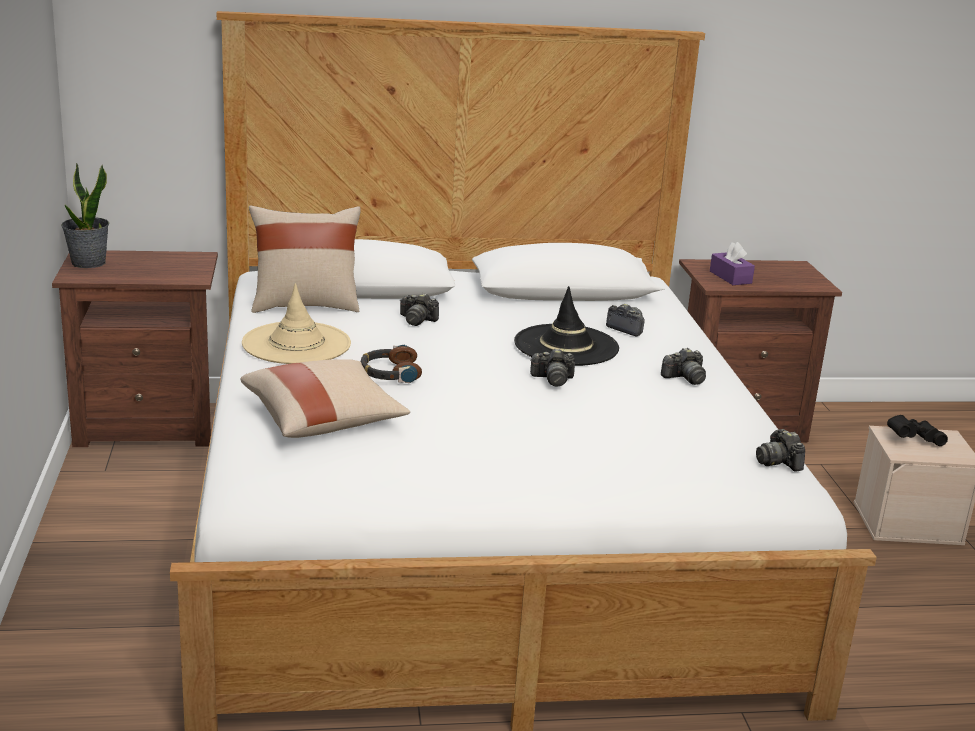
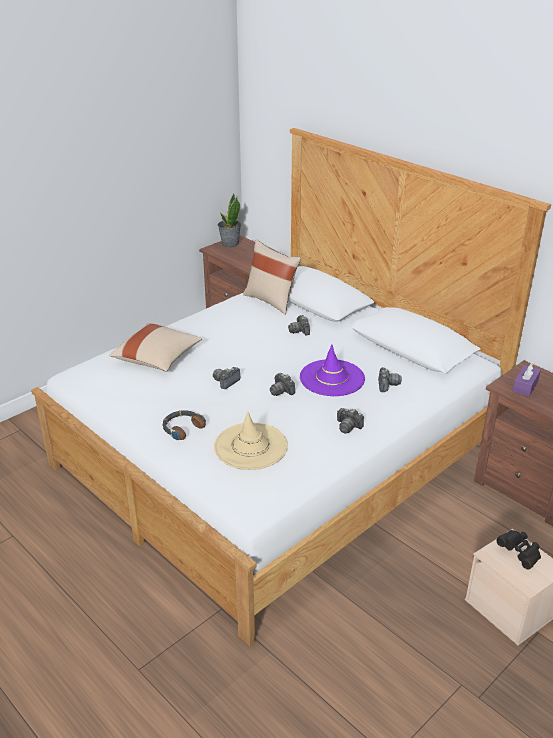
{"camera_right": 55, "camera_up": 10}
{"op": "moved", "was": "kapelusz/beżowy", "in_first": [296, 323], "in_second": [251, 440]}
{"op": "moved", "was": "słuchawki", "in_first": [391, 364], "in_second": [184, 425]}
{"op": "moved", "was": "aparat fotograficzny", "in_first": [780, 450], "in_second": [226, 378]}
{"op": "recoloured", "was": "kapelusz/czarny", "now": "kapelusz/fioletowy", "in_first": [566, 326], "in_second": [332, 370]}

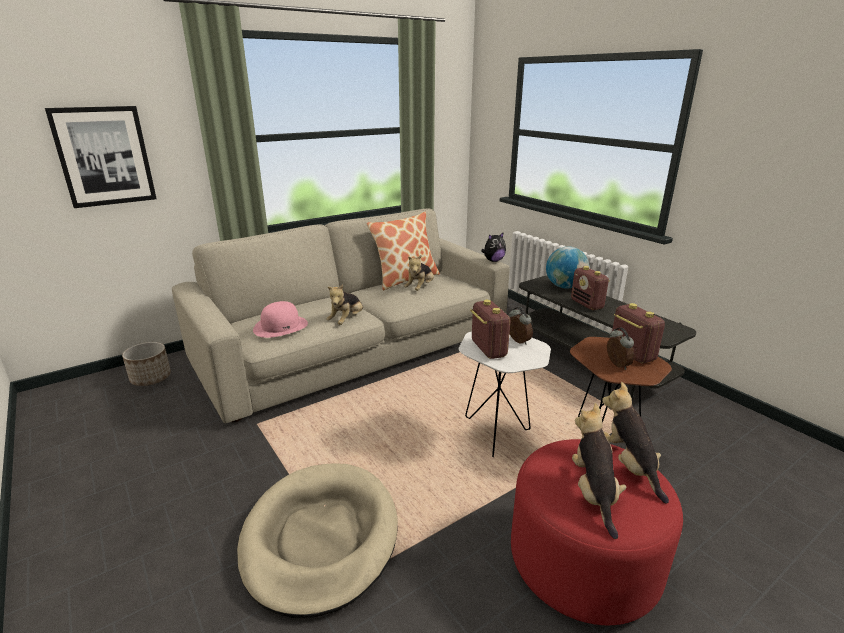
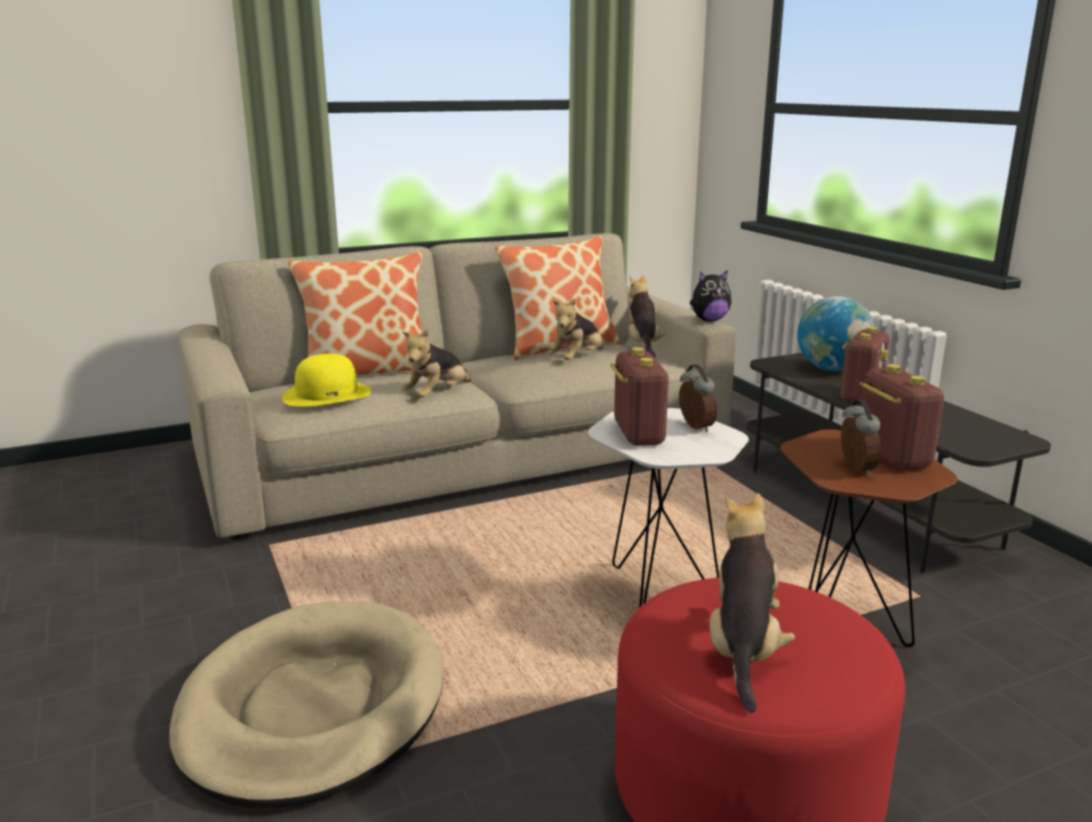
{"camera_right": 10, "camera_up": -5}
{"op": "removed", "was": "obraz", "in_first": [101, 157]}
{"op": "removed", "was": "donica", "in_first": [146, 364]}
{"op": "added", "now": "poduszka", "in_second": [355, 313]}
{"op": "moved", "was": "pluszak", "in_first": [635, 443], "in_second": [646, 317]}
{"op": "recoloured", "was": "kapelusz/różowy", "now": "kapelusz/żółty", "in_first": [280, 319], "in_second": [326, 380]}
{"op": "turned", "was": "radio", "in_first": [590, 288], "in_second": [864, 365], "clockwise": -135}

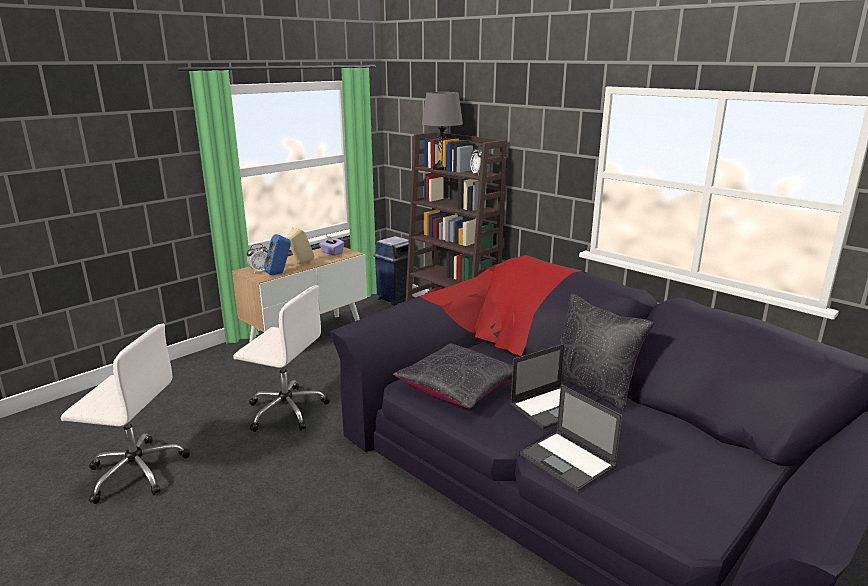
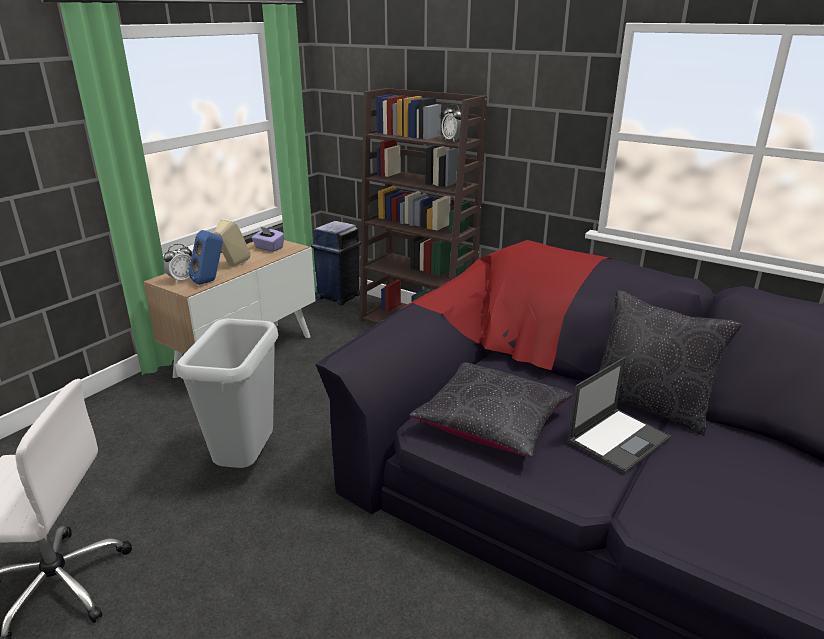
{"camera_right": -10, "camera_up": 5}
{"op": "removed", "was": "lampa stołowa/szary", "in_first": [442, 131]}
{"op": "removed", "was": "laptop", "in_first": [571, 438]}
{"op": "replaced", "was": "krzesło biurowe/biały", "now": "kosz na śmieci/szary", "in_first": [282, 358], "in_second": [226, 393]}

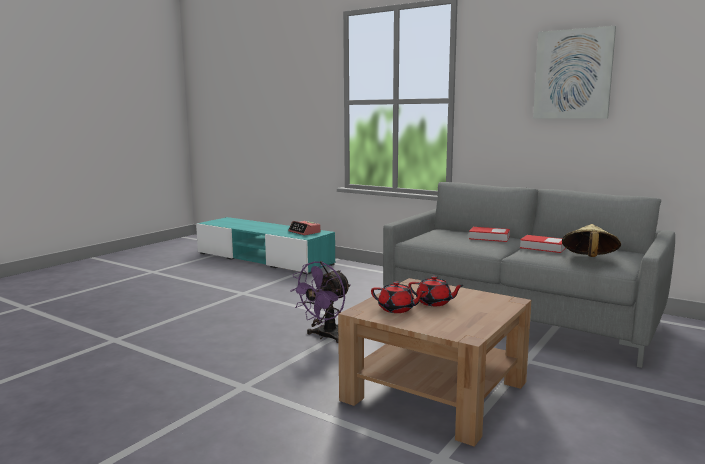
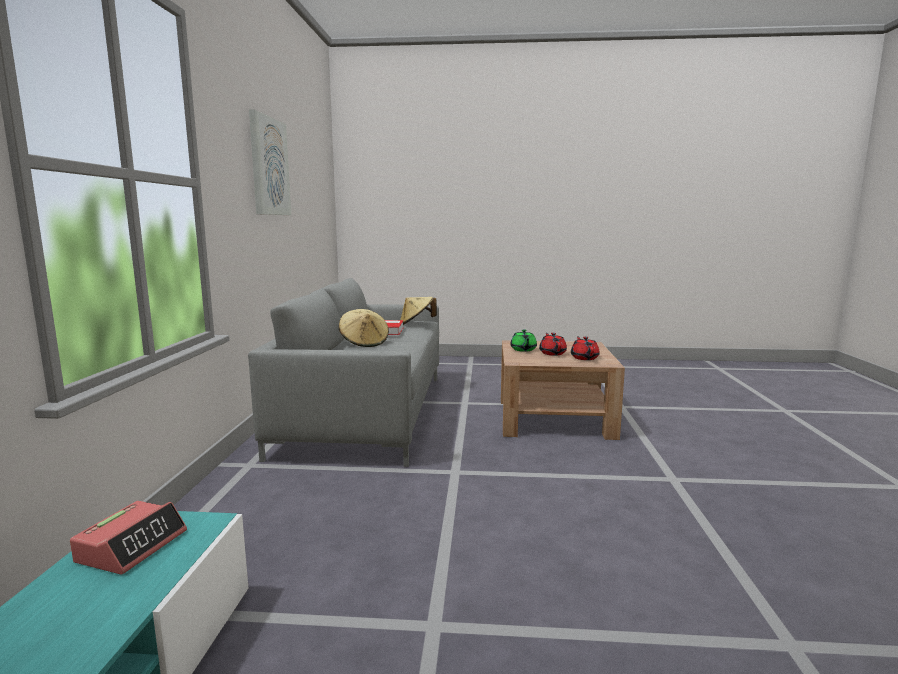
{"camera_right": -120, "camera_up": 0}
{"op": "removed", "was": "wentylator/fioletowy", "in_first": [320, 302]}
{"op": "added", "now": "imbryk/zielony", "in_second": [523, 340]}
{"op": "replaced", "was": "książka", "now": "kapelusz/beżowy", "in_first": [489, 234], "in_second": [364, 328]}

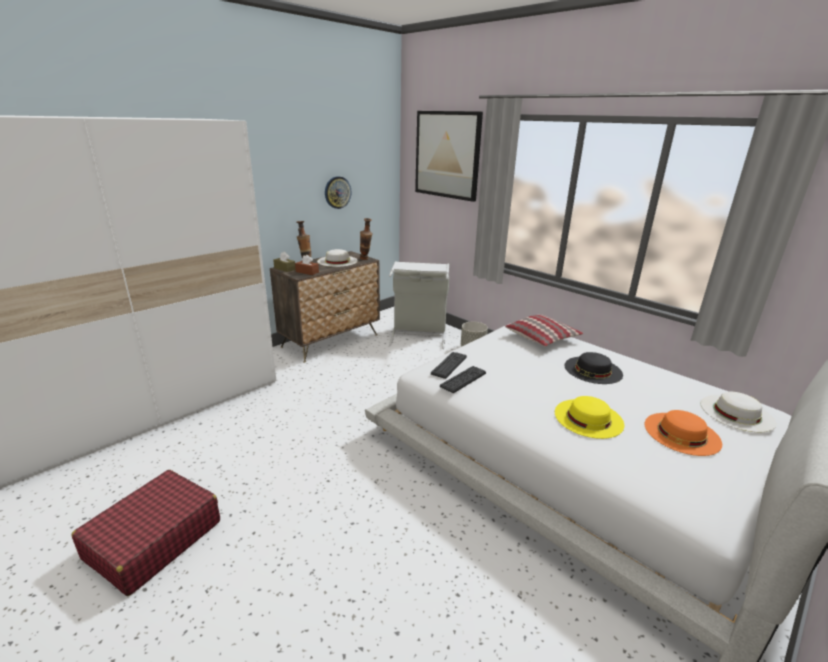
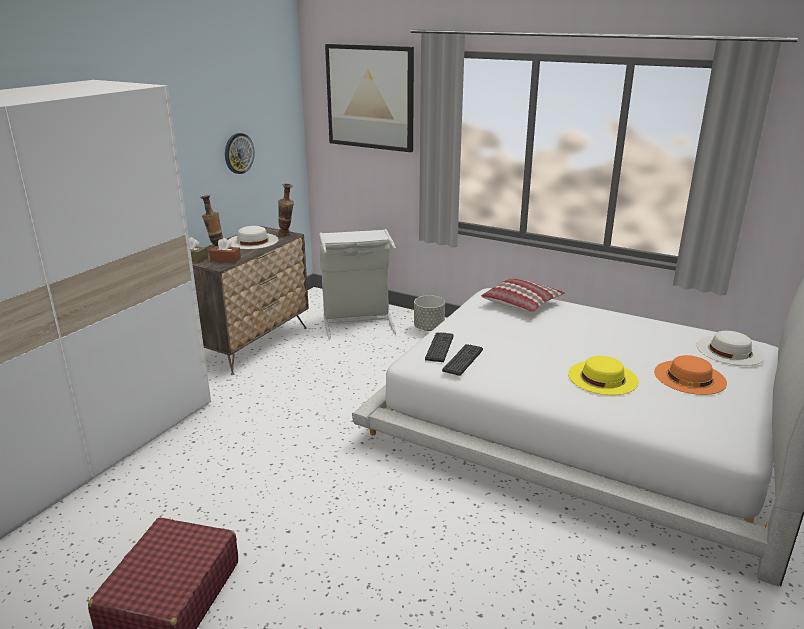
{"camera_right": -15, "camera_up": 0}
{"op": "removed", "was": "kapelusz/czarny", "in_first": [593, 368]}

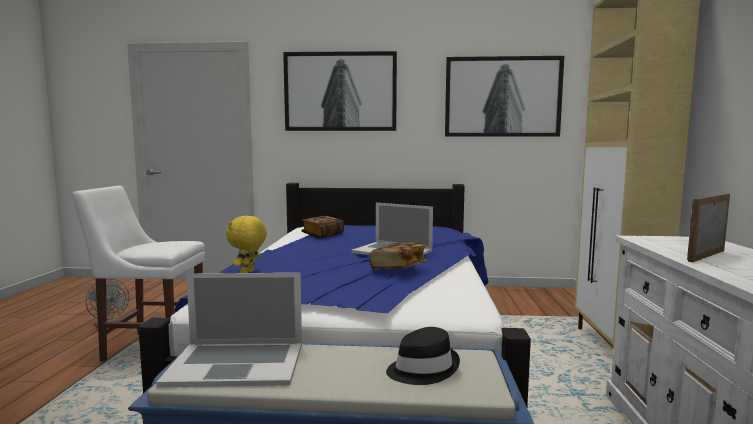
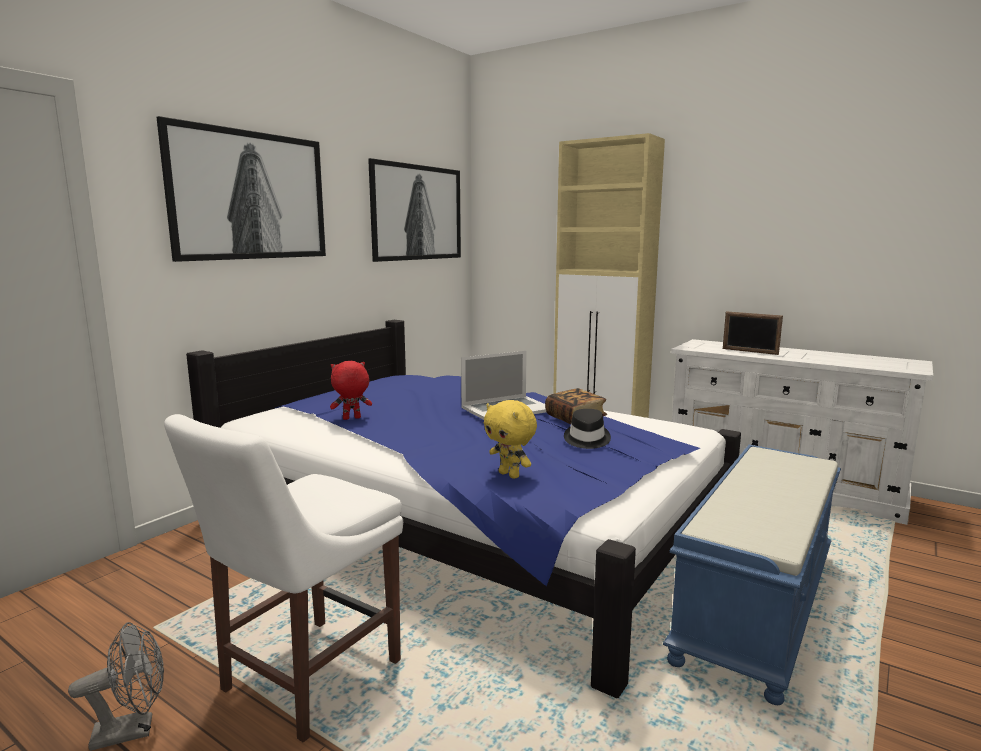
{"camera_right": -60, "camera_up": 5}
{"op": "removed", "was": "laptop", "in_first": [229, 330]}
{"op": "moved", "was": "kapelusz/czarny", "in_first": [423, 356], "in_second": [587, 429]}
{"op": "replaced", "was": "książka", "now": "pluszak/czerwony", "in_first": [322, 227], "in_second": [351, 390]}
{"op": "turned", "was": "ramka na zdjęcie", "in_first": [708, 228], "in_second": [753, 333], "clockwise": -45}

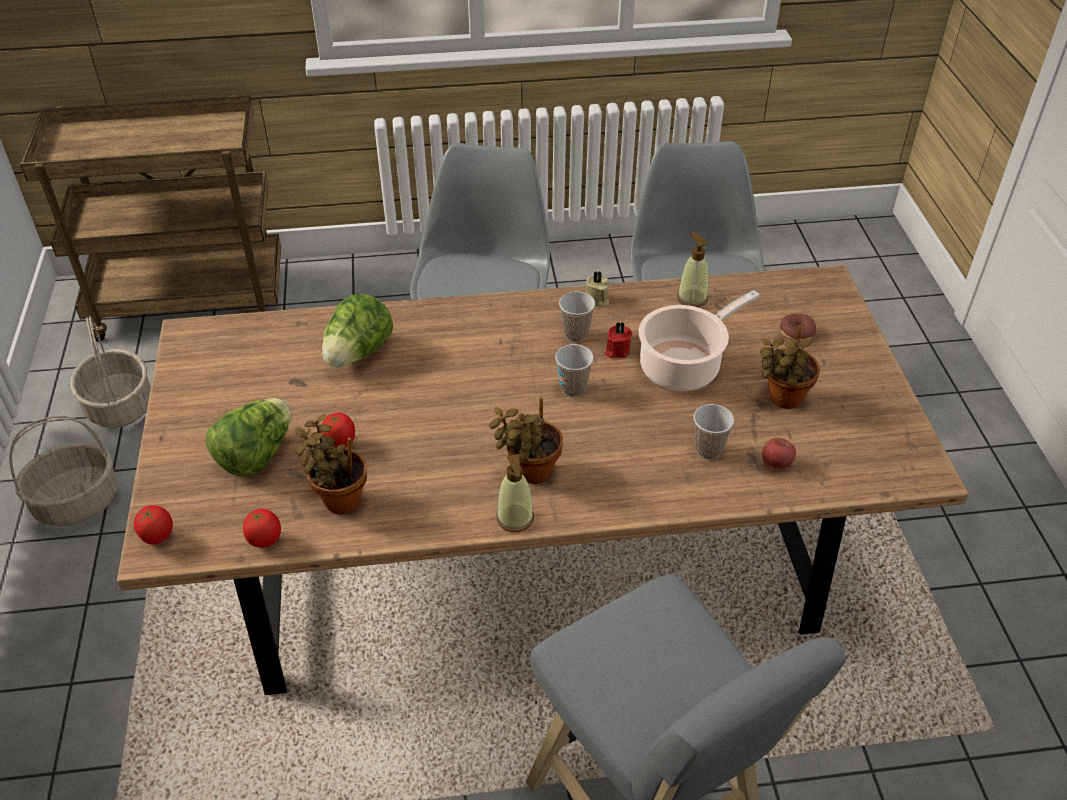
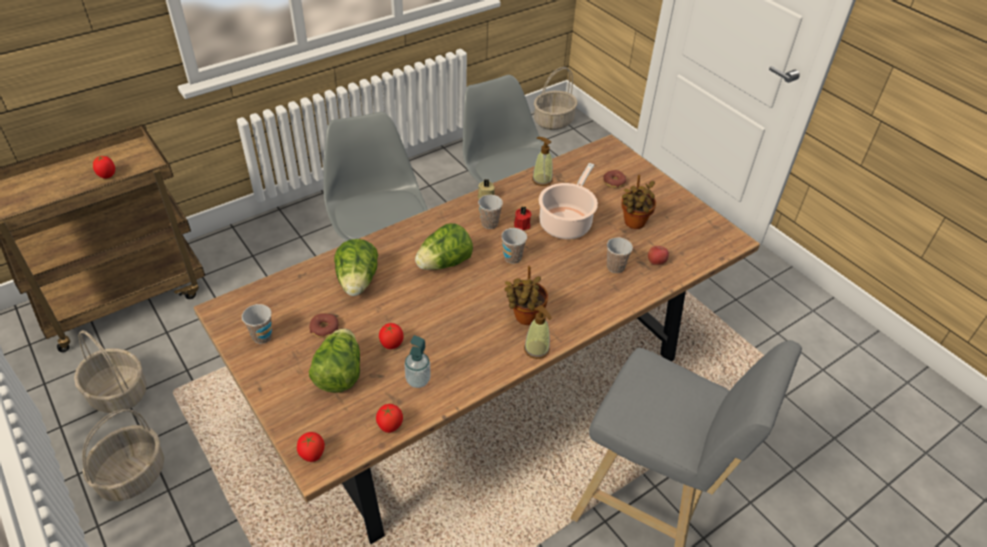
{"camera_right": -30, "camera_up": 0}
{"op": "added", "now": "pomidor", "in_second": [104, 167]}
{"op": "added", "now": "filiżanka", "in_second": [257, 324]}
{"op": "added", "now": "donut", "in_second": [324, 325]}
{"op": "added", "now": "sałata", "in_second": [444, 246]}
{"op": "added", "now": "koszyk", "in_second": [556, 98]}
{"op": "replaced", "was": "roślina doniczkowa", "now": "dozownik mydła", "in_first": [330, 464], "in_second": [417, 361]}

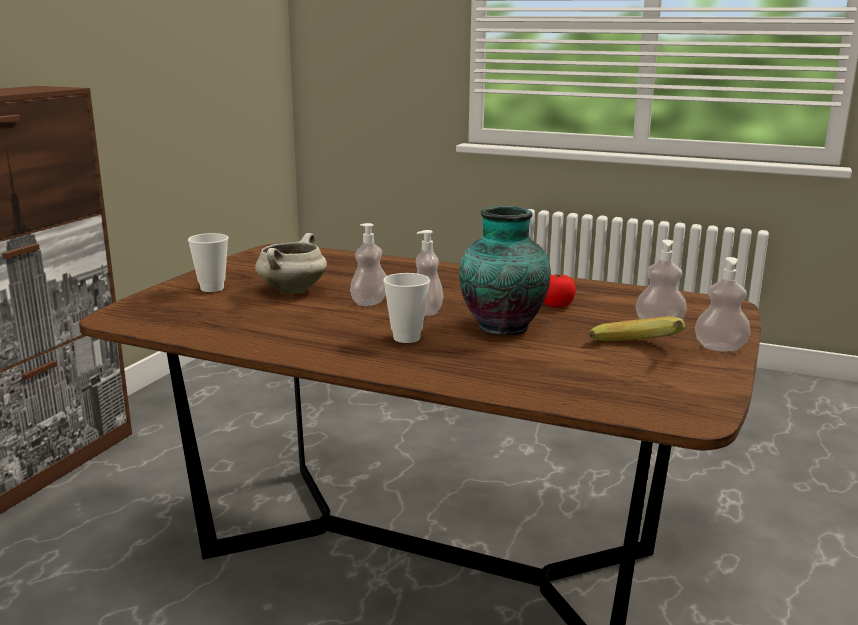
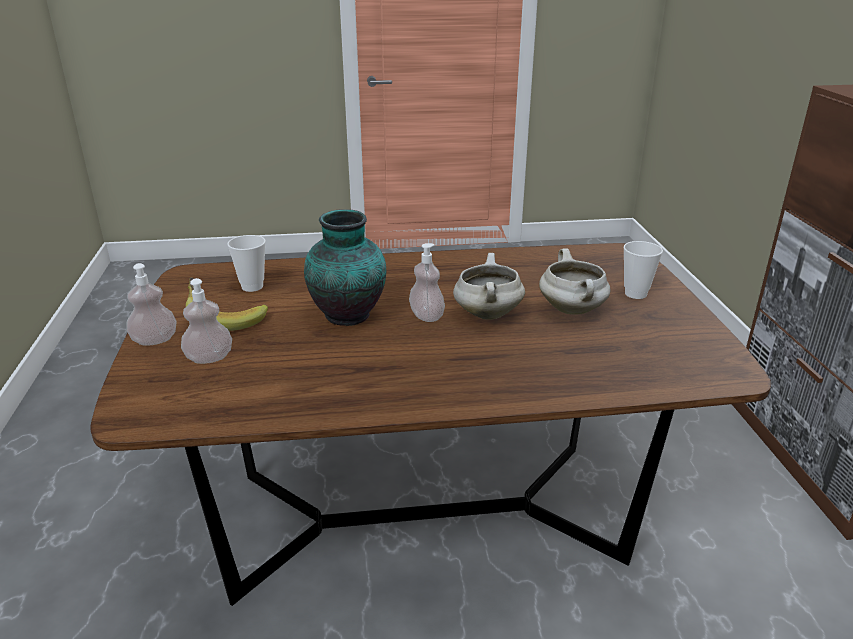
{"camera_right": 150, "camera_up": 10}
{"op": "removed", "was": "pomidor", "in_first": [559, 291]}
{"op": "moved", "was": "filiżanka", "in_first": [406, 308], "in_second": [246, 263]}
{"op": "replaced", "was": "dozownik mydła", "now": "garnek/biały", "in_first": [368, 264], "in_second": [489, 286]}

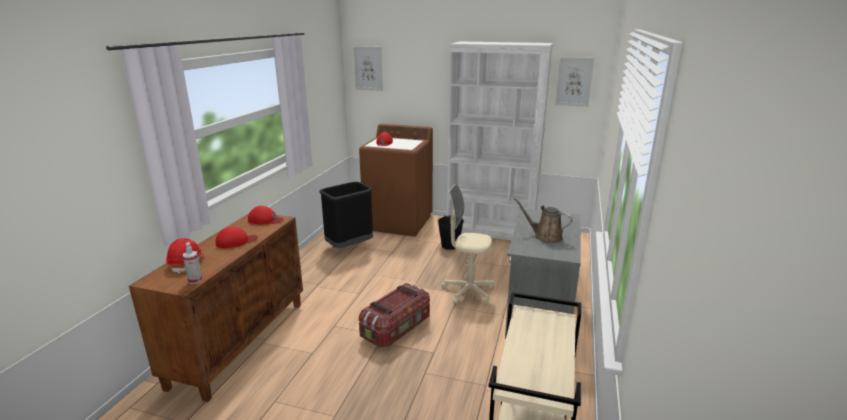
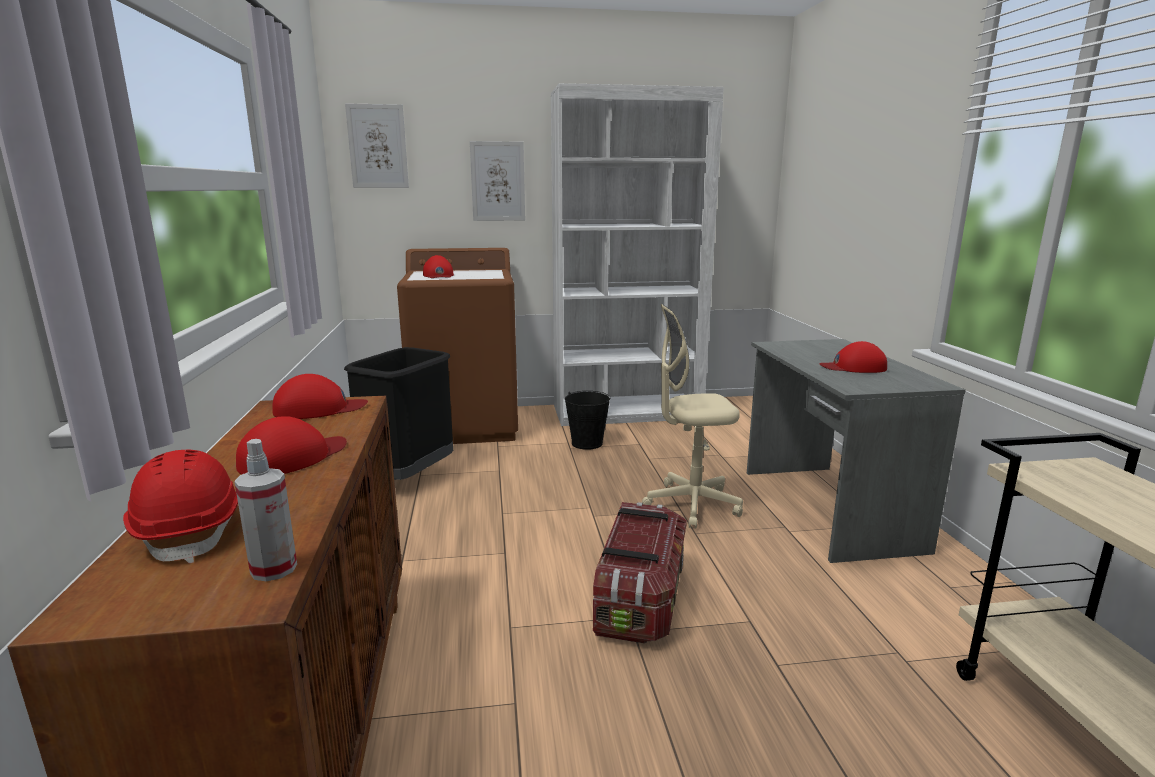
{"camera_right": -25, "camera_up": -5}
{"op": "moved", "was": "obraz", "in_first": [575, 82], "in_second": [497, 181]}
{"op": "replaced", "was": "konewka/brązowy", "now": "czapka z daszkiem/czerwony", "in_first": [543, 220], "in_second": [853, 357]}

